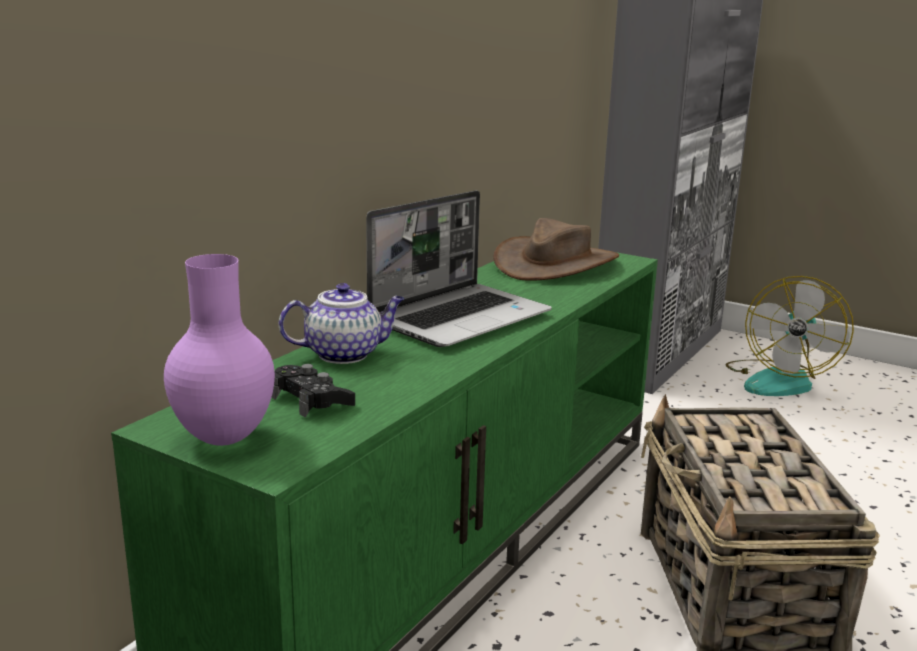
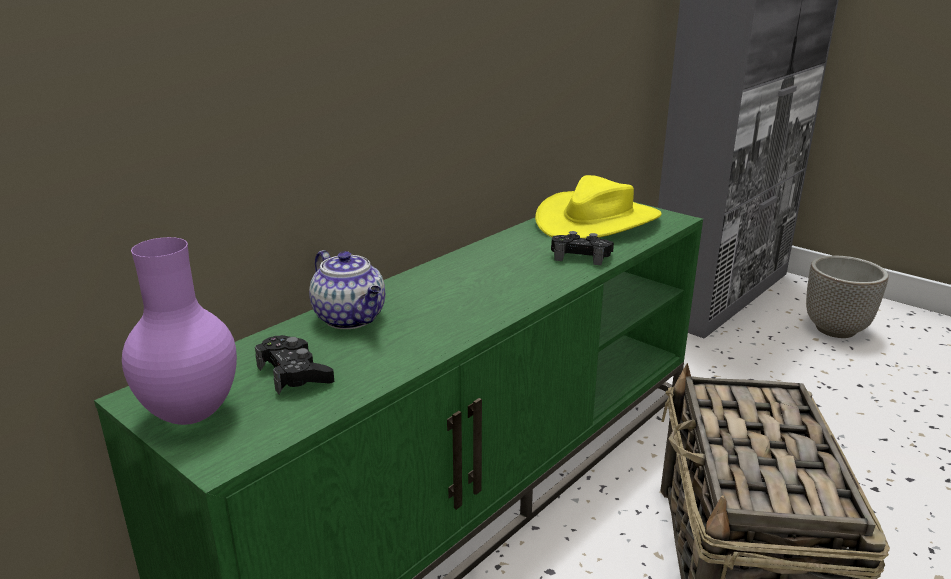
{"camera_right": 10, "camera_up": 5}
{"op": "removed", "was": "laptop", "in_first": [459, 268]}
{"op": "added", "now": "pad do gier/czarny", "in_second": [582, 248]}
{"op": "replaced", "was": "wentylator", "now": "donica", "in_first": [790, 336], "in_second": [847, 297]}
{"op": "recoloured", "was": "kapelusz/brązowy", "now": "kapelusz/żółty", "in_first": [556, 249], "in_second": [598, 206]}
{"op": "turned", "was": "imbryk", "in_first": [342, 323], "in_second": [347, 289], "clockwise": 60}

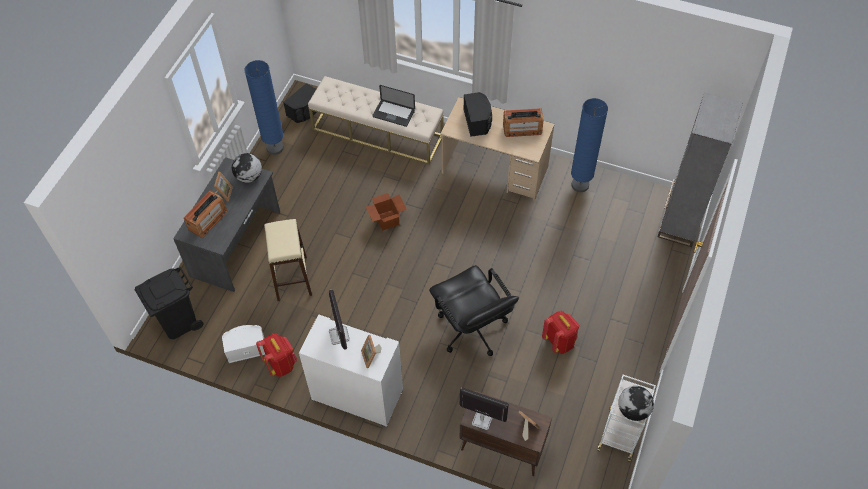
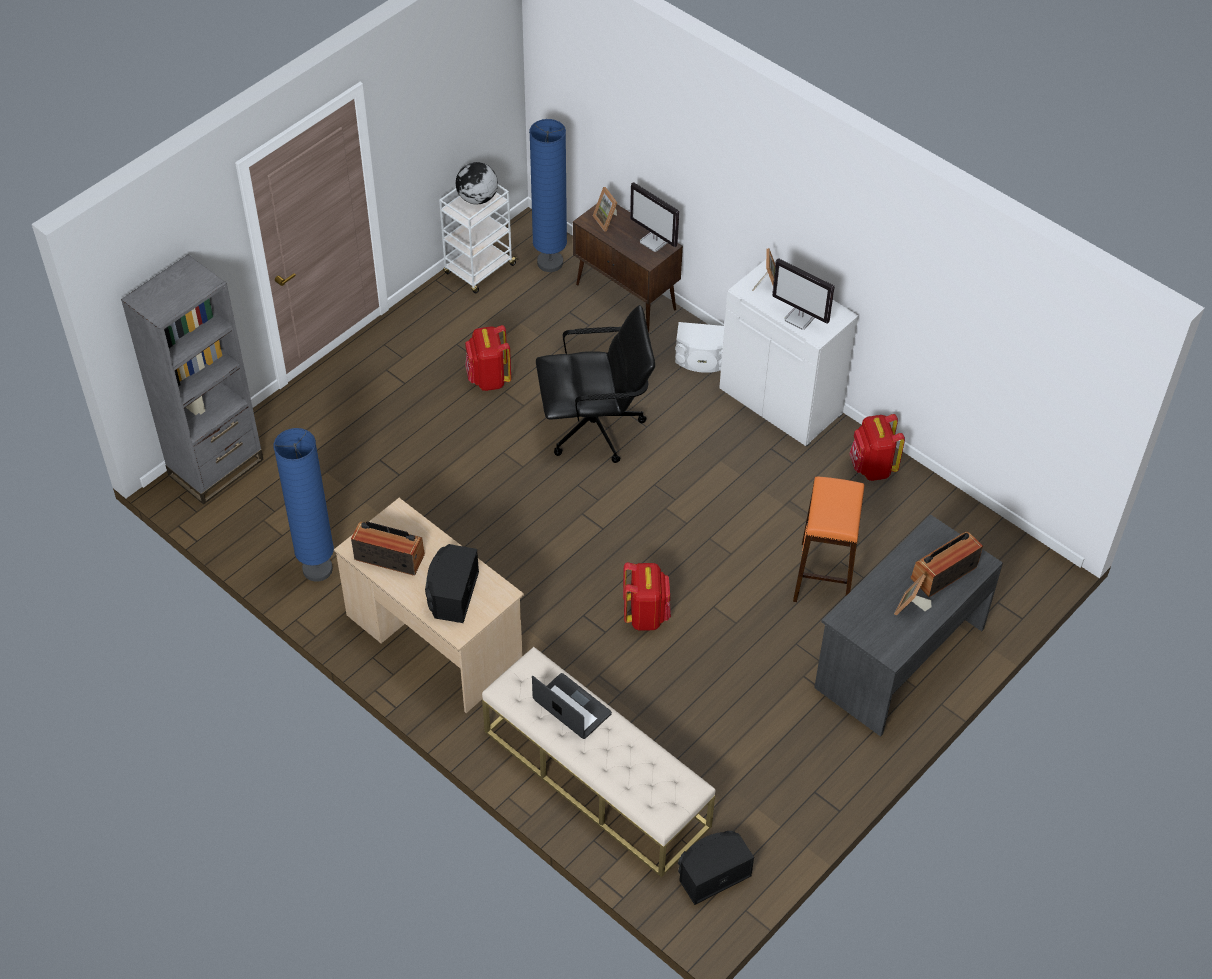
{"camera_right": -160, "camera_up": -5}
{"op": "removed", "was": "kosz na śmieci/czarny", "in_first": [169, 303]}
{"op": "removed", "was": "globus", "in_first": [247, 168]}
{"op": "moved", "was": "głośnik/biały", "in_first": [243, 344], "in_second": [699, 347]}
{"op": "moved", "was": "lampa stojąca/niebieski", "in_first": [264, 107], "in_second": [548, 195]}
{"op": "replaced", "was": "karton", "now": "plecak/czerwony", "in_first": [386, 212], "in_second": [647, 596]}
{"op": "recoloured", "was": "stołek/beżowy", "now": "stołek/pomarańczowy", "in_first": [288, 260], "in_second": [829, 539]}
{"op": "turned", "was": "monitor", "in_first": [339, 319], "in_second": [803, 294], "clockwise": -60}
{"op": "turned", "was": "krzesło biurowe/czarny", "in_first": [474, 310], "in_second": [595, 384], "clockwise": 90}

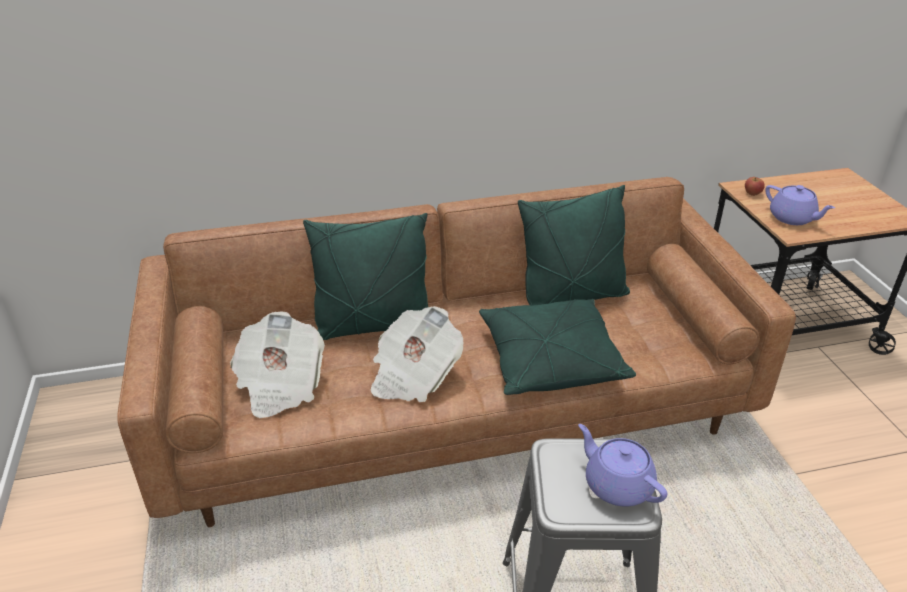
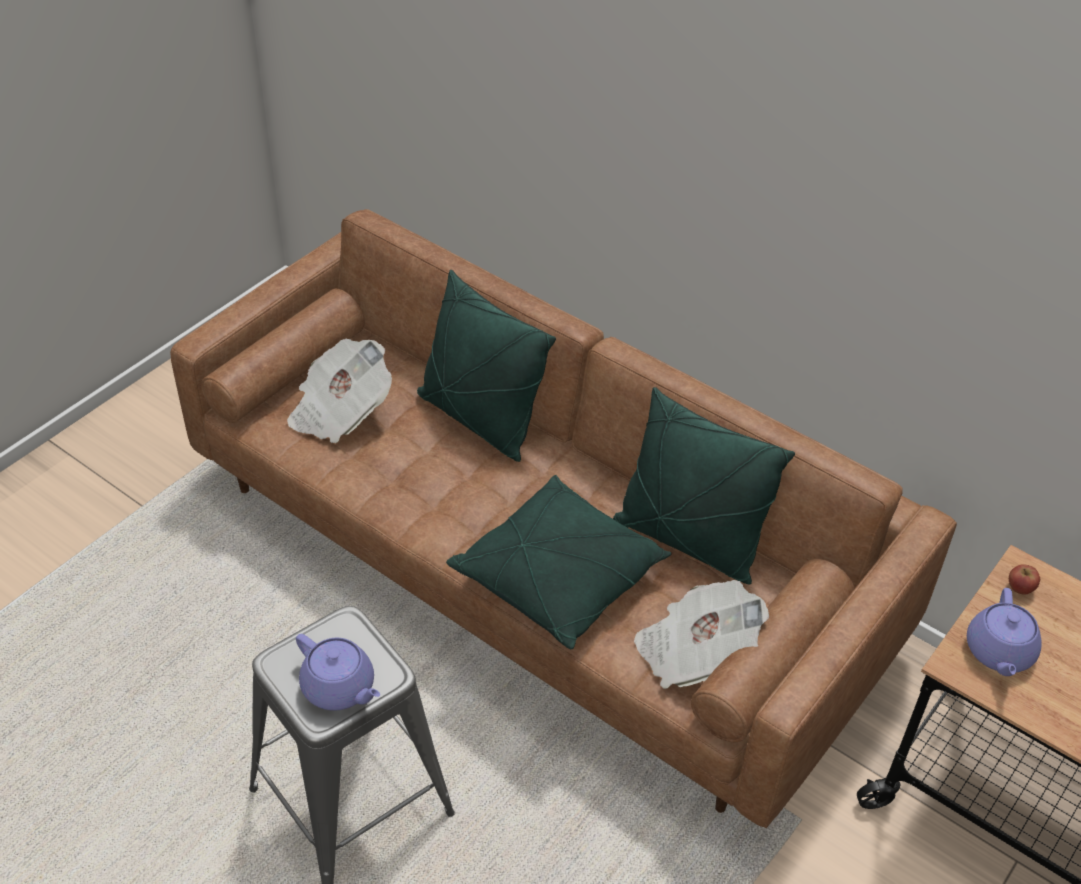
{"camera_right": 50, "camera_up": 10}
{"op": "moved", "was": "gazeta", "in_first": [416, 354], "in_second": [701, 634]}
{"op": "turned", "was": "imbryk/fioletowy", "in_first": [622, 465], "in_second": [338, 672], "clockwise": 120}

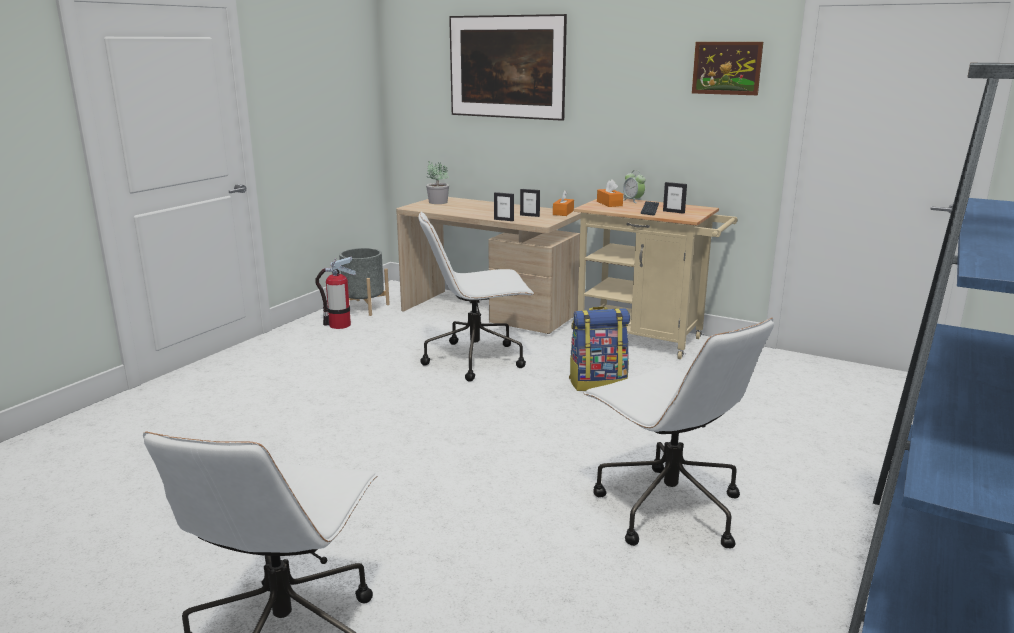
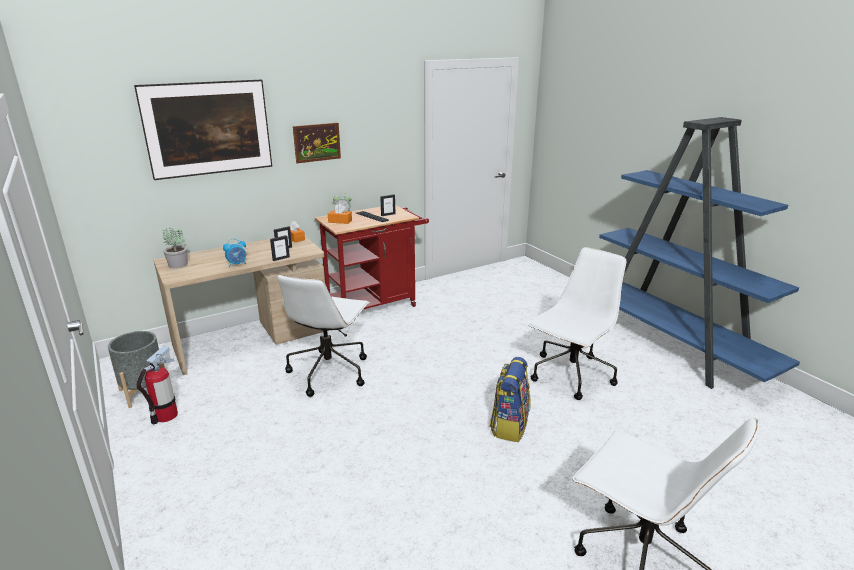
{"camera_right": -60, "camera_up": 5}
{"op": "added", "now": "budzik", "in_second": [234, 253]}
{"op": "moved", "was": "plecak", "in_first": [599, 349], "in_second": [510, 399]}
{"op": "moved", "was": "obraz", "in_first": [727, 68], "in_second": [317, 143]}
{"op": "recoloured", "was": "wózek/beżowy", "now": "wózek/czerwony", "in_first": [655, 278], "in_second": [372, 257]}
{"op": "turned", "was": "krzesło biurowe/biały", "in_first": [678, 433], "in_second": [577, 323], "clockwise": -45}

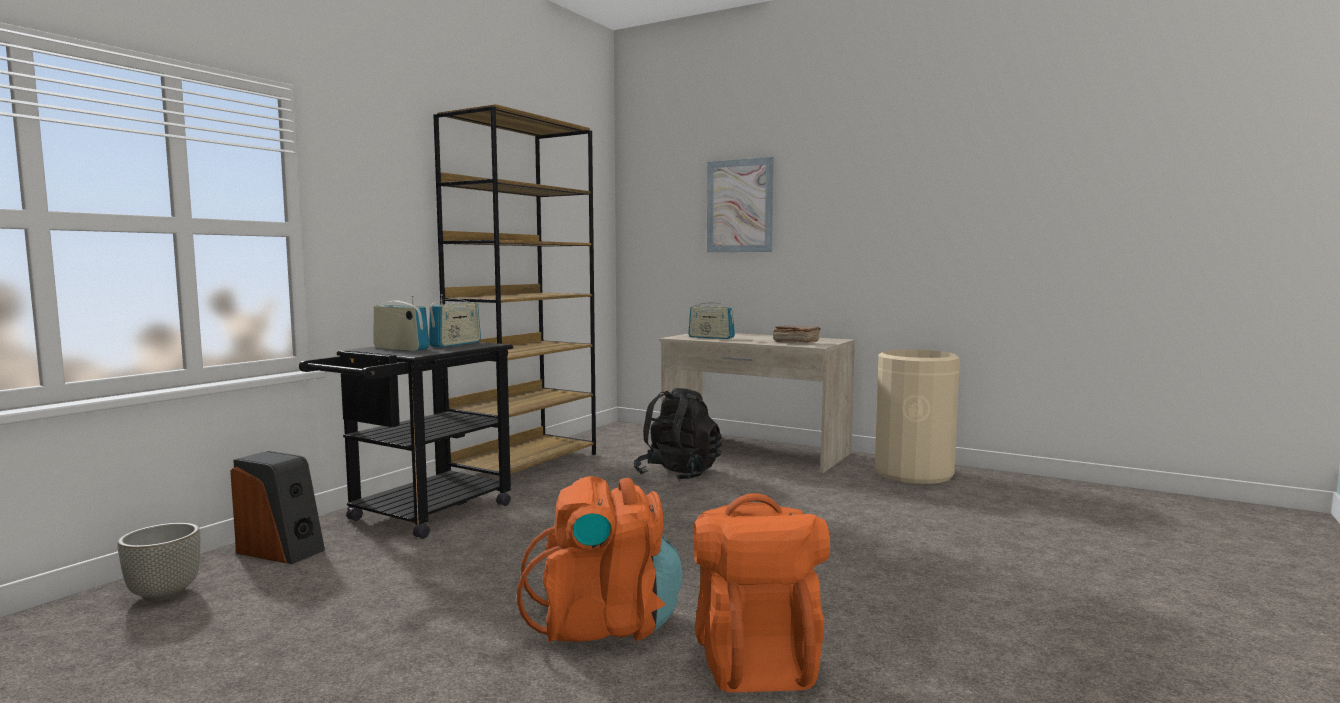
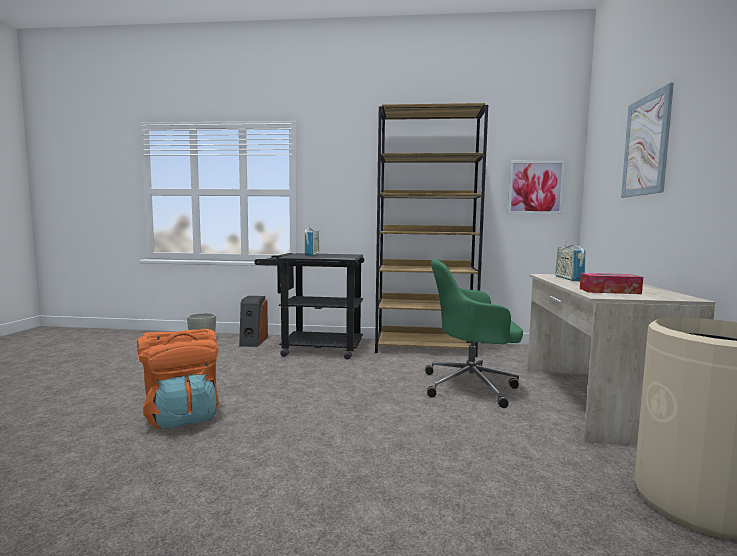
{"camera_right": 65, "camera_up": 0}
{"op": "removed", "was": "radio", "in_first": [455, 320]}
{"op": "removed", "was": "plecak/pomarańczowy", "in_first": [761, 592]}
{"op": "added", "now": "obraz", "in_second": [536, 187]}
{"op": "replaced", "was": "plecak/czarny", "now": "krzesło biurowe/zielony", "in_first": [678, 434], "in_second": [474, 333]}
{"op": "replaced", "was": "książka/brązowy", "now": "pudełko chusteczek", "in_first": [797, 334], "in_second": [611, 283]}

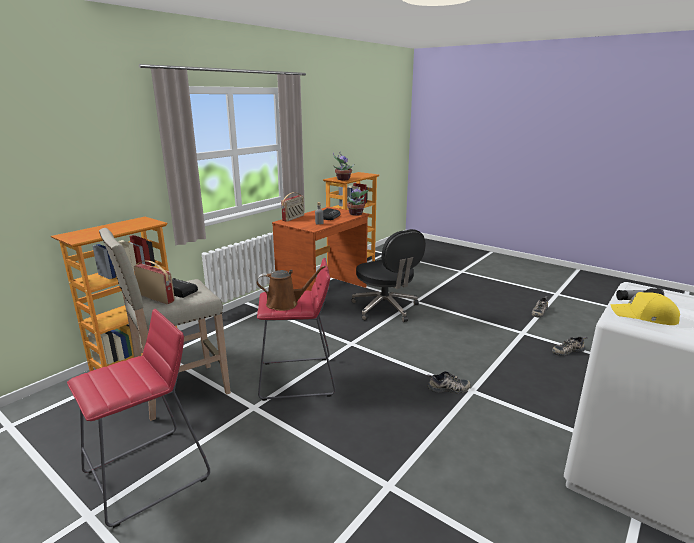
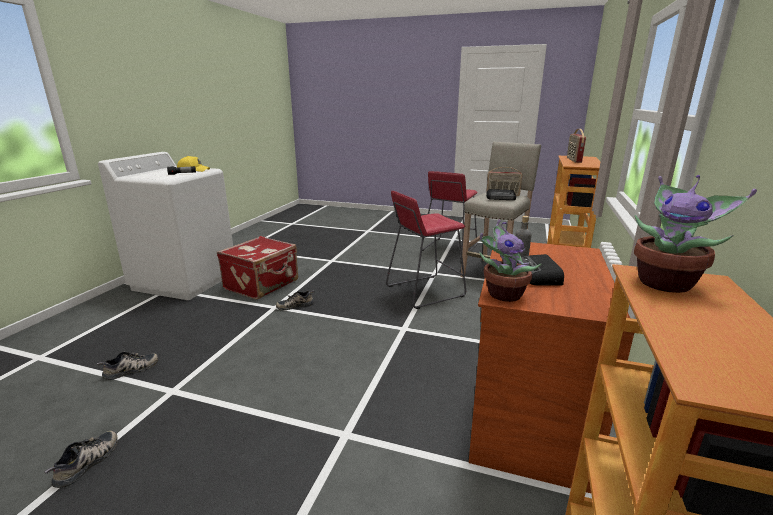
{"camera_right": 160, "camera_up": 0}
{"op": "removed", "was": "konewka/brązowy", "in_first": [291, 288]}
{"op": "removed", "was": "krzesło biurowe/czarny", "in_first": [388, 275]}
{"op": "added", "now": "walizka/czerwony", "in_second": [257, 268]}
{"op": "moved", "was": "radio", "in_first": [292, 207], "in_second": [576, 146]}

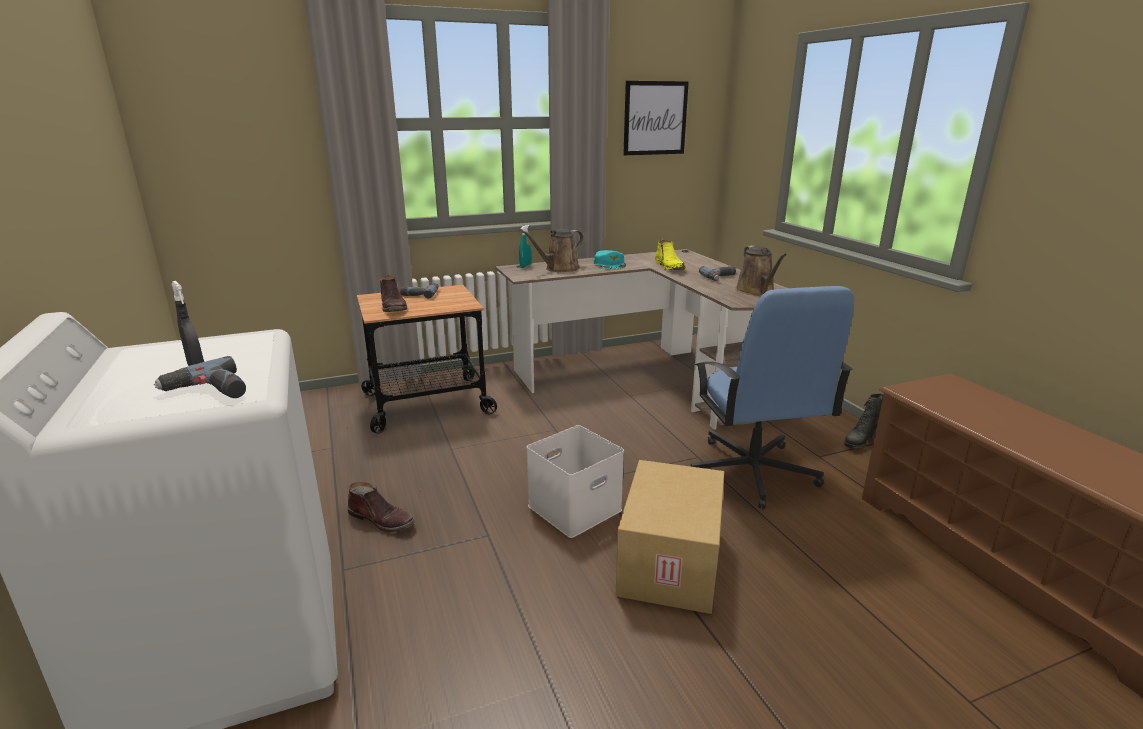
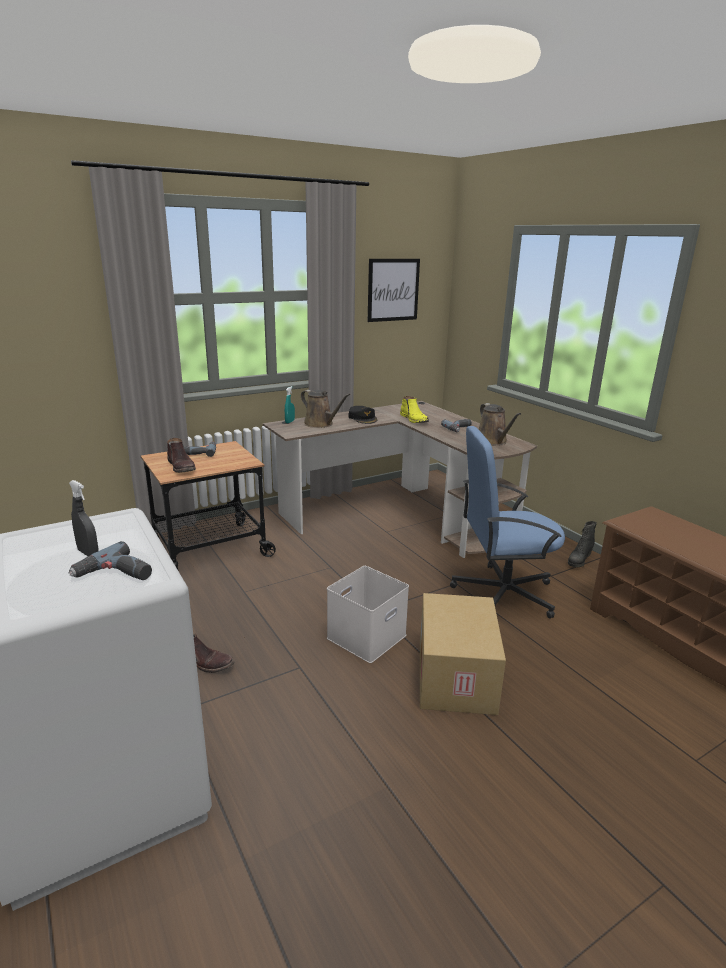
{"camera_right": -10, "camera_up": 0}
{"op": "recoloured", "was": "czapka z daszkiem/turkusowy", "now": "czapka z daszkiem/czarny", "in_first": [610, 260], "in_second": [363, 415]}
{"op": "turned", "was": "konewka/brązowy", "in_first": [552, 250], "in_second": [326, 409], "clockwise": -90}
{"op": "turned", "was": "krzesło biurowe/niebieski", "in_first": [772, 397], "in_second": [507, 522], "clockwise": 105}

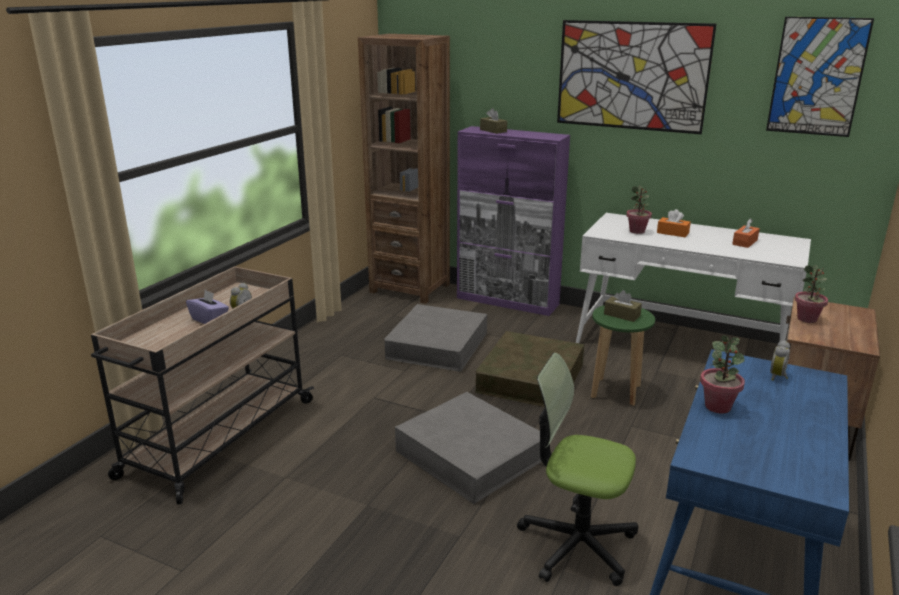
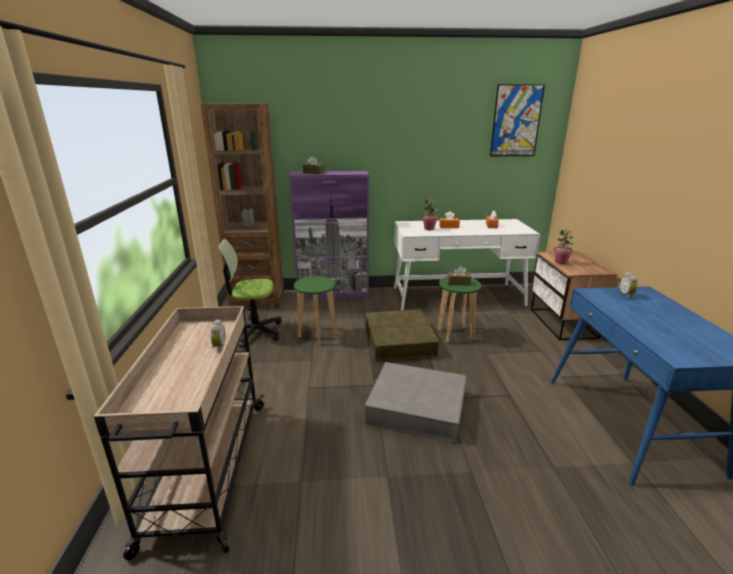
{"camera_right": -30, "camera_up": 0}
{"op": "removed", "was": "pudełko chusteczek/fioletowy", "in_first": [207, 307]}
{"op": "removed", "was": "obraz", "in_first": [637, 77]}
{"op": "removed", "was": "roślina doniczkowa", "in_first": [722, 374]}
{"op": "moved", "was": "krzesło biurowe", "in_first": [577, 469], "in_second": [249, 293]}
{"op": "replaced", "was": "pojemnik do przechowywania/szary", "now": "stołek/zielony", "in_first": [435, 338], "in_second": [315, 310]}

